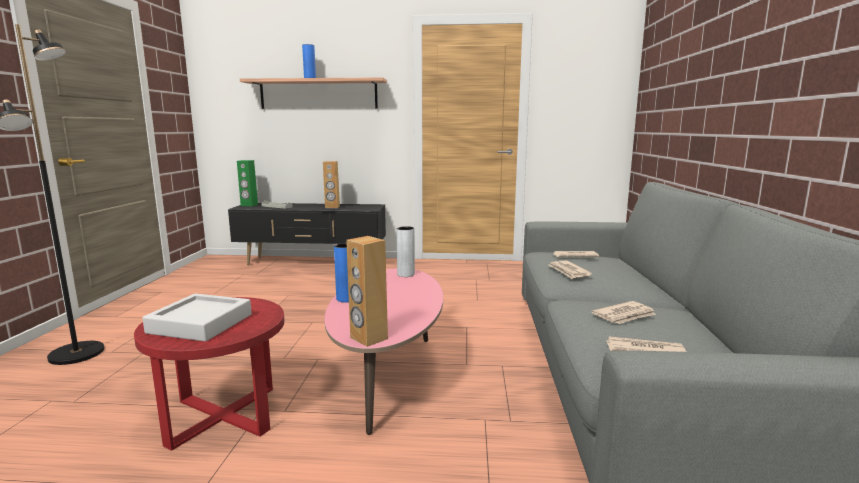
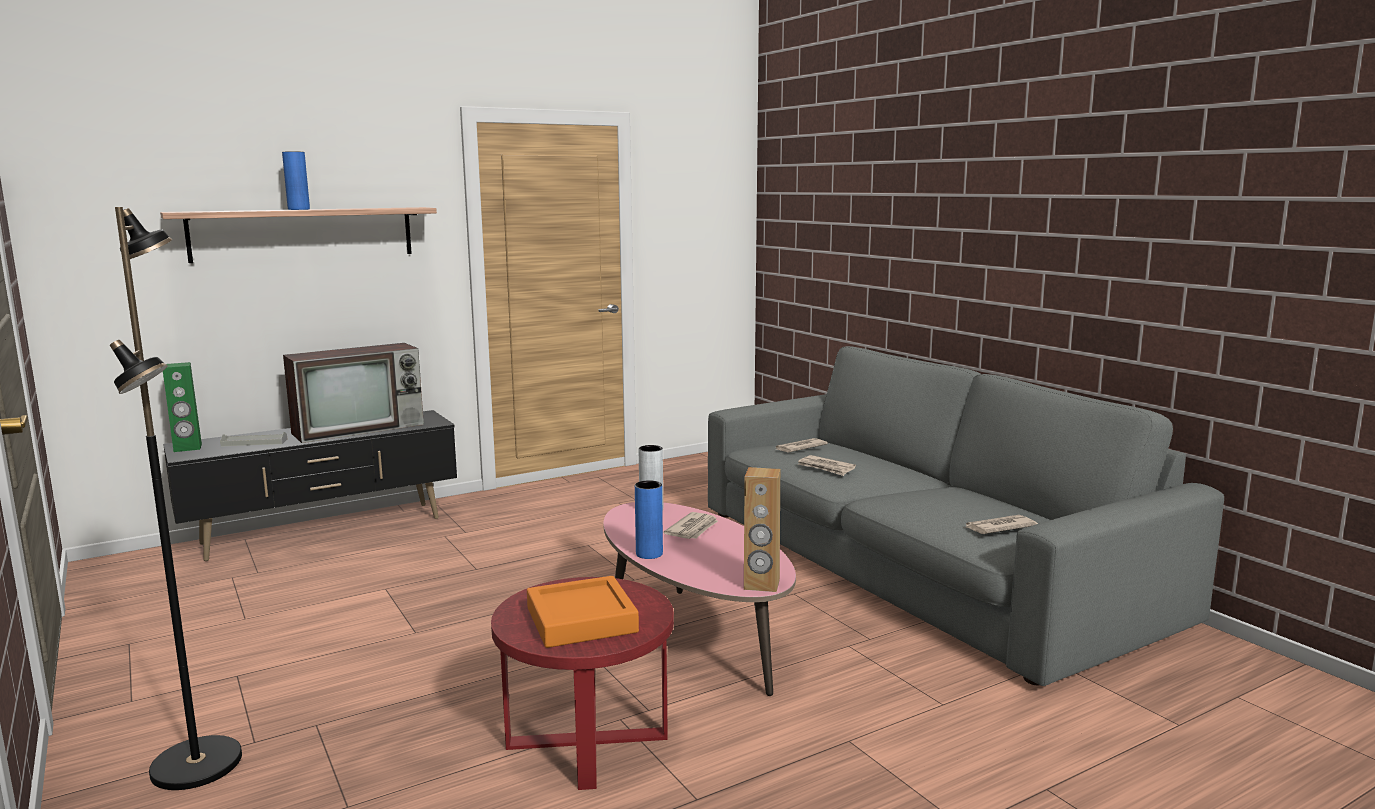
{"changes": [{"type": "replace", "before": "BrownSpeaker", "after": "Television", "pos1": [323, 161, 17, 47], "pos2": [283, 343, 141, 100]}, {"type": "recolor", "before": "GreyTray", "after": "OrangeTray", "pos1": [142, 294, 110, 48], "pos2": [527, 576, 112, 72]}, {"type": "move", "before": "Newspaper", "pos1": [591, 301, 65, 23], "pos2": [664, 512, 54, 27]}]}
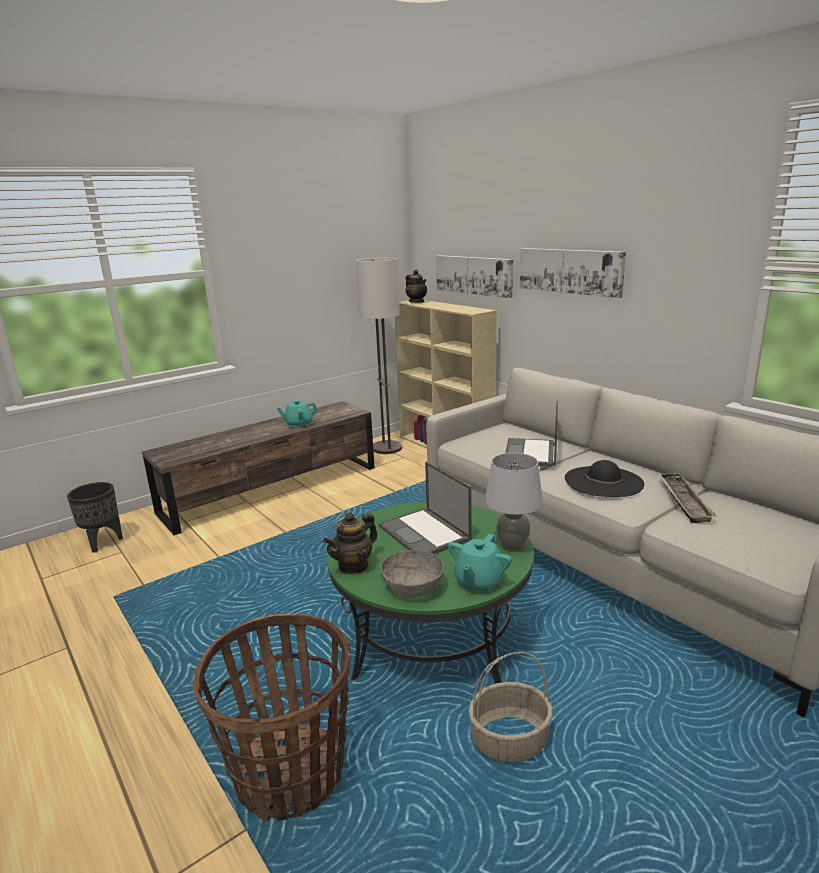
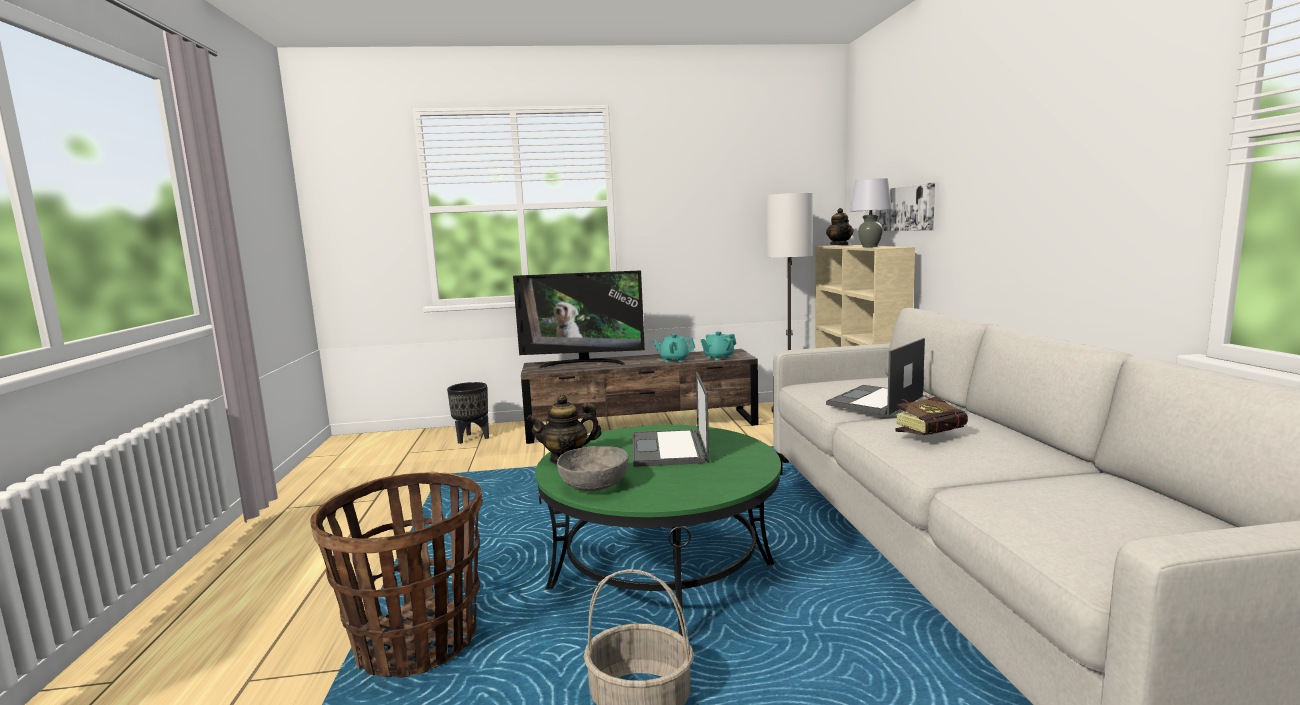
{"changes": [{"type": "delete", "before": "Picture", "pos1": [520, 248, 106, 50]}, {"type": "move", "before": "GreyTableLamp", "pos1": [485, 453, 58, 99], "pos2": [850, 178, 42, 69]}, {"type": "replace", "before": "BlackHat", "after": "Book", "pos1": [565, 460, 79, 37], "pos2": [895, 395, 73, 40]}, {"type": "delete", "before": "Tray", "pos1": [657, 473, 60, 50]}, {"type": "move", "before": "TurquoiseTeapot", "pos1": [448, 534, 64, 59], "pos2": [700, 331, 36, 29]}, {"type": "insert", "after": "Television", "pos2": [513, 270, 132, 98]}]}
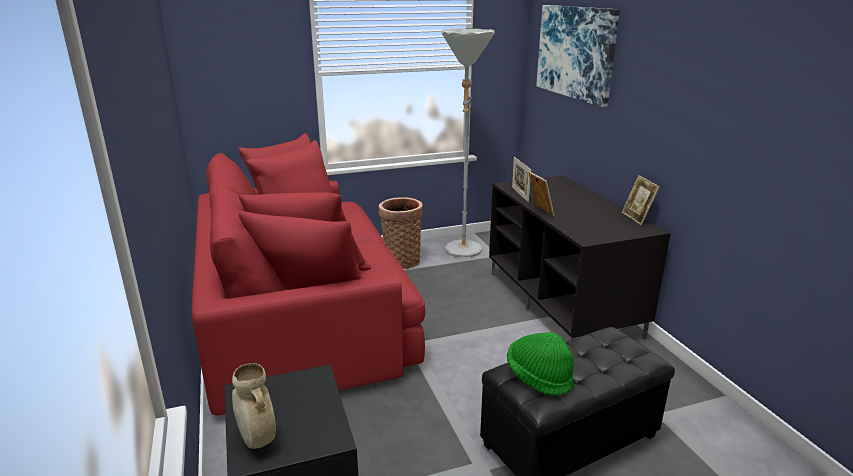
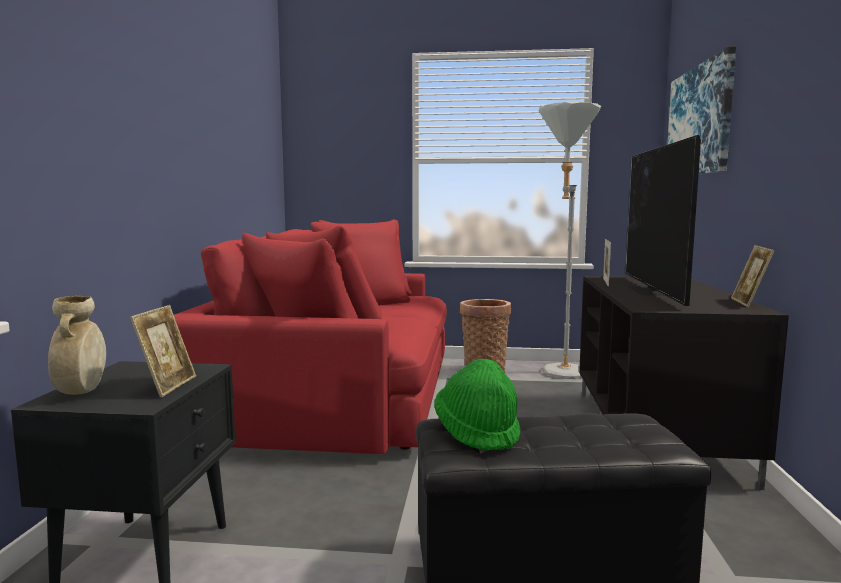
{"changes": [{"type": "move", "before": "PictureFrame", "pos1": [528, 172, 27, 45], "pos2": [130, 305, 66, 93]}, {"type": "insert", "after": "Television", "pos2": [625, 135, 76, 171]}]}
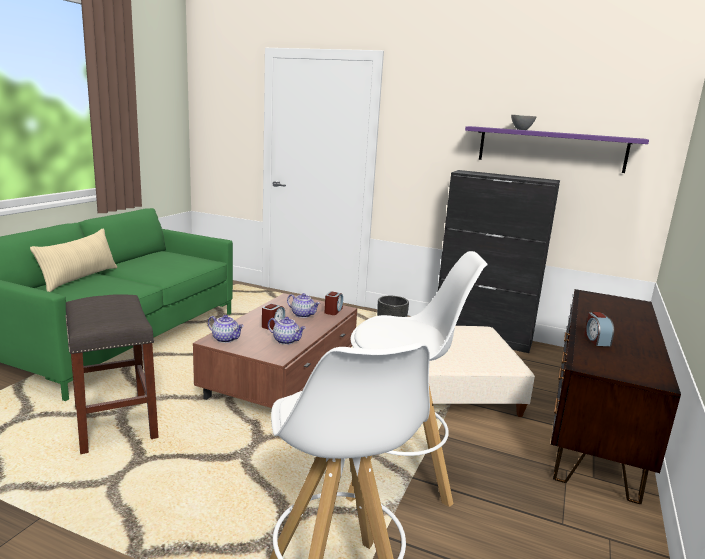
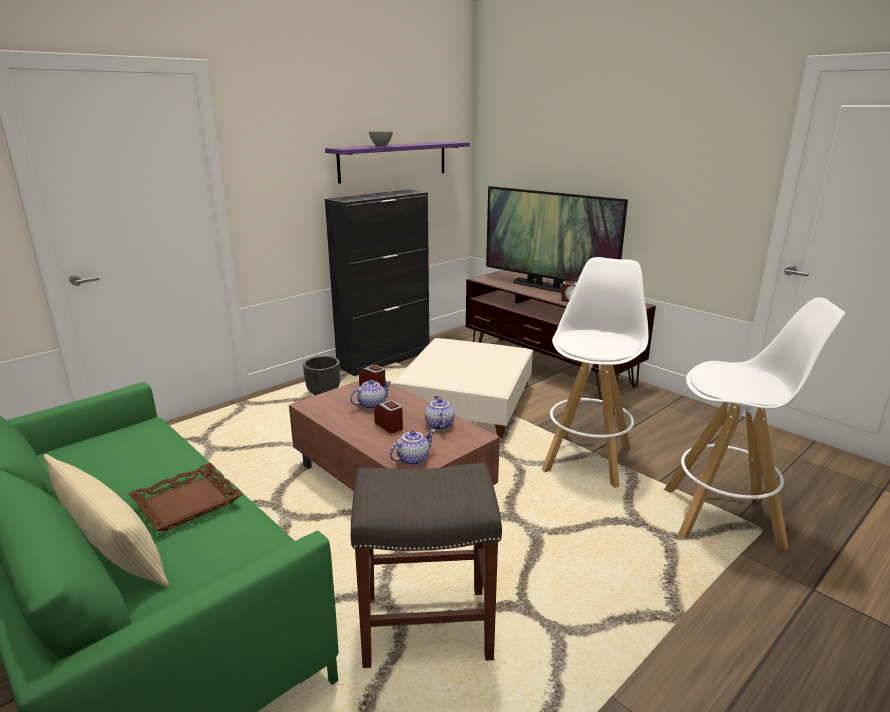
{"changes": [{"type": "rotate", "before": "Teapot", "pos1": [268, 317, 38, 28], "pos2": [425, 395, 30, 35], "turn": -60}, {"type": "insert", "after": "Television", "pos2": [486, 186, 142, 107]}, {"type": "insert", "after": "BrownTray", "pos2": [128, 463, 115, 68]}]}
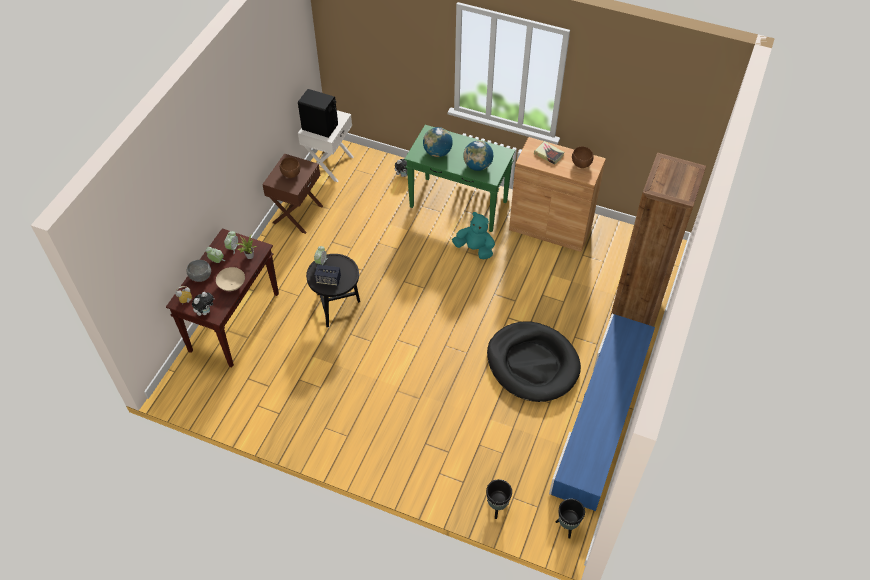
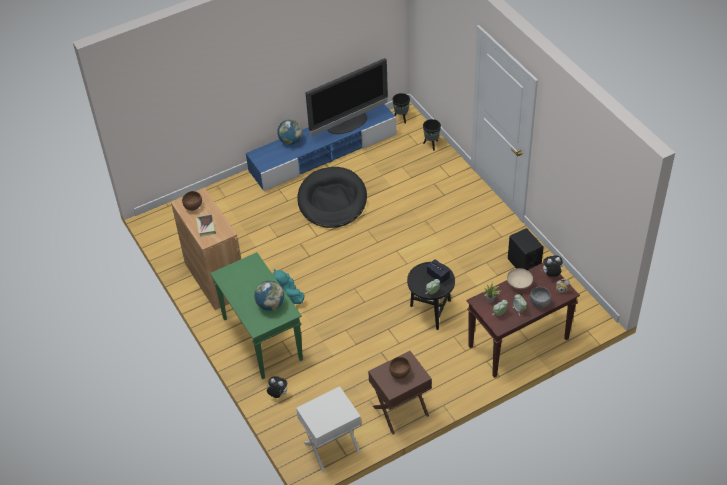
{"changes": [{"type": "move", "before": "BlackSpeaker", "pos1": [298, 89, 40, 49], "pos2": [508, 228, 36, 42]}, {"type": "move", "before": "Globe", "pos1": [463, 140, 30, 31], "pos2": [277, 119, 26, 26]}, {"type": "delete", "before": "BrownBookcase", "pos1": [610, 153, 96, 174]}, {"type": "insert", "after": "Television", "pos2": [305, 58, 83, 79]}]}
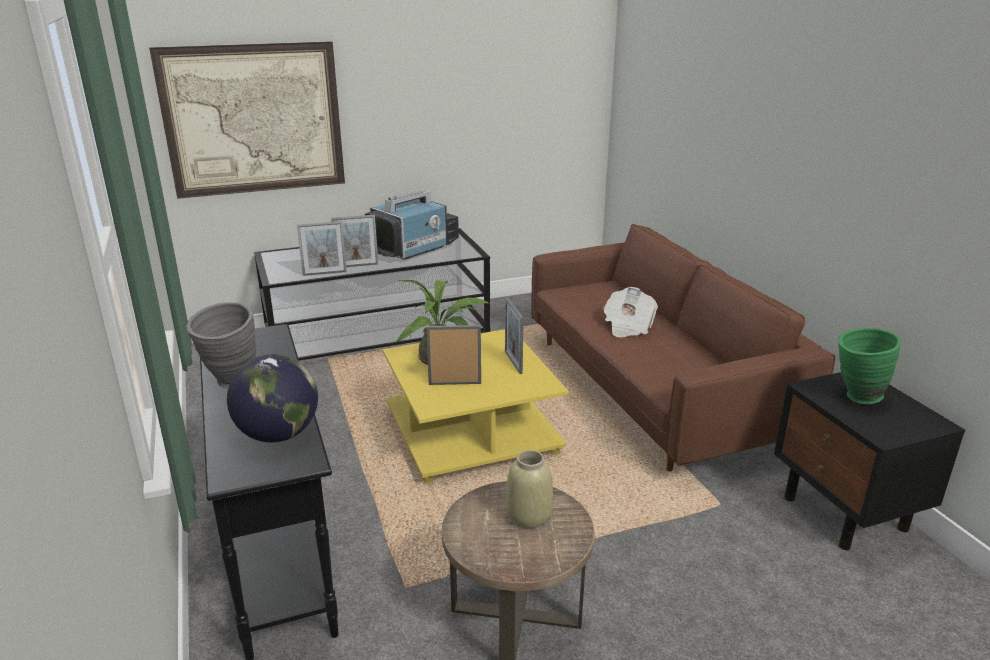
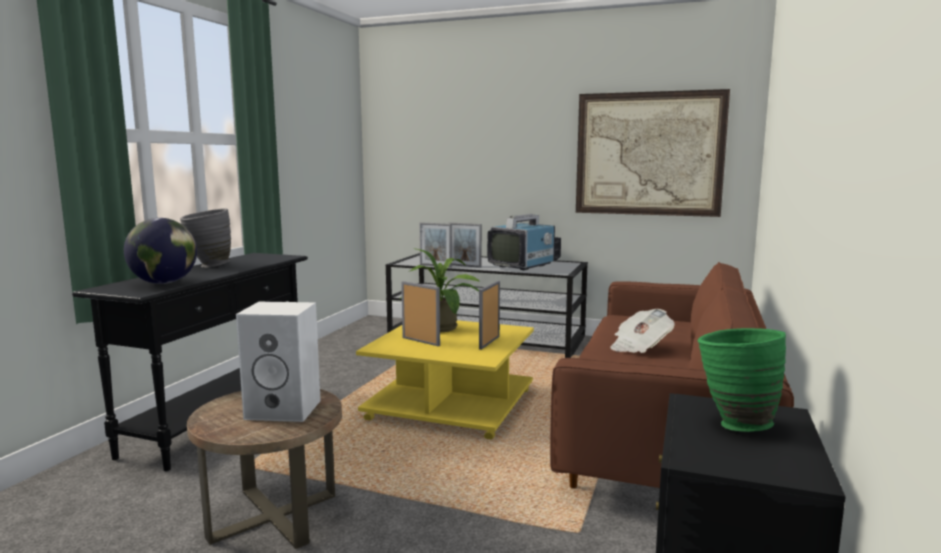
{"changes": [{"type": "move", "before": "Picture", "pos1": [149, 41, 196, 158], "pos2": [576, 89, 154, 128]}, {"type": "rotate", "before": "Television", "pos1": [365, 190, 94, 70], "pos2": [487, 214, 74, 56], "turn": -45}, {"type": "replace", "before": "BeigeVase", "after": "WhiteSpeaker", "pos1": [506, 450, 47, 79], "pos2": [236, 301, 85, 121]}]}
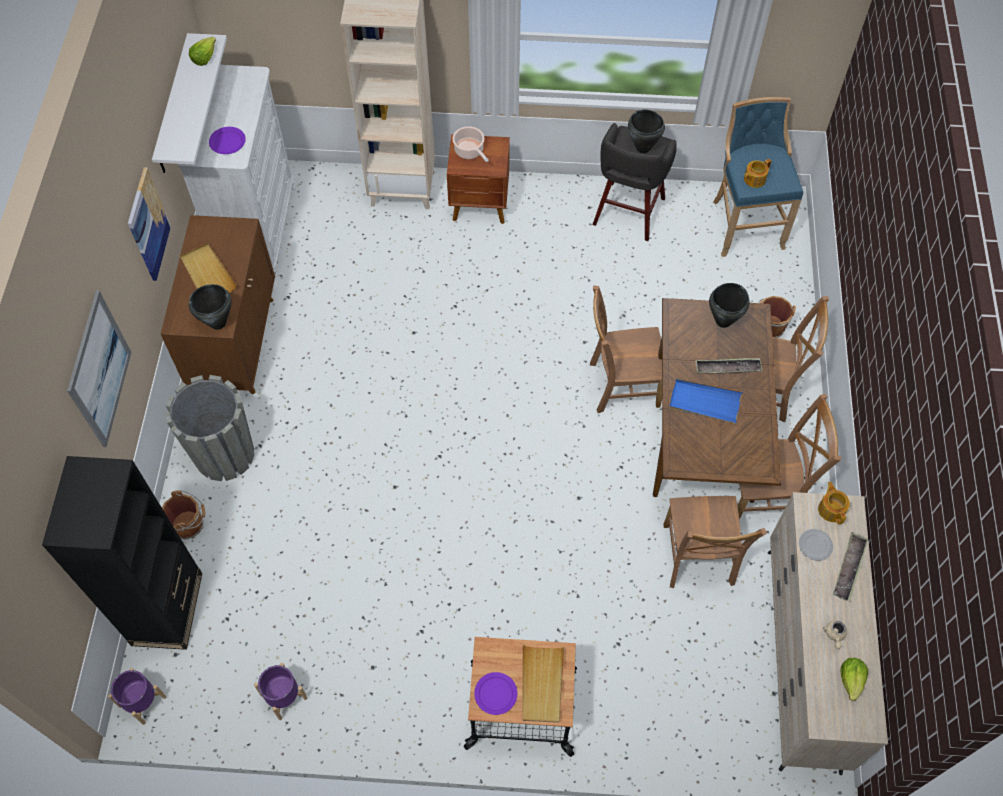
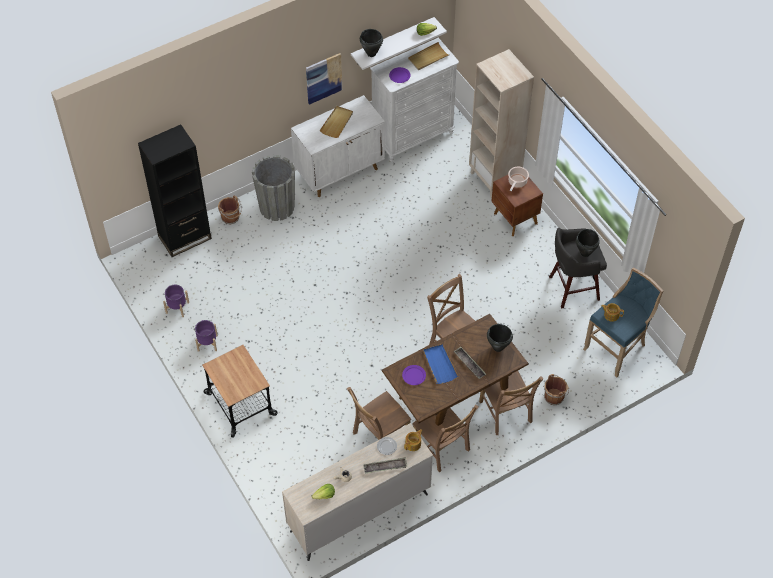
{"changes": [{"type": "recolor", "before": "BrownCabinet", "after": "WhiteCabinet", "pos1": [161, 215, 114, 179], "pos2": [291, 95, 94, 102]}, {"type": "move", "before": "BlackCookingPot", "pos1": [189, 284, 43, 46], "pos2": [360, 29, 23, 28]}, {"type": "delete", "before": "Picture", "pos1": [67, 290, 64, 157]}, {"type": "move", "before": "BeigeTray", "pos1": [522, 645, 42, 78], "pos2": [408, 42, 41, 28]}, {"type": "move", "before": "PurplePlanter", "pos1": [108, 668, 58, 57], "pos2": [195, 320, 23, 32]}, {"type": "move", "before": "PurplePlate", "pos1": [474, 672, 43, 43], "pos2": [402, 365, 24, 20]}]}
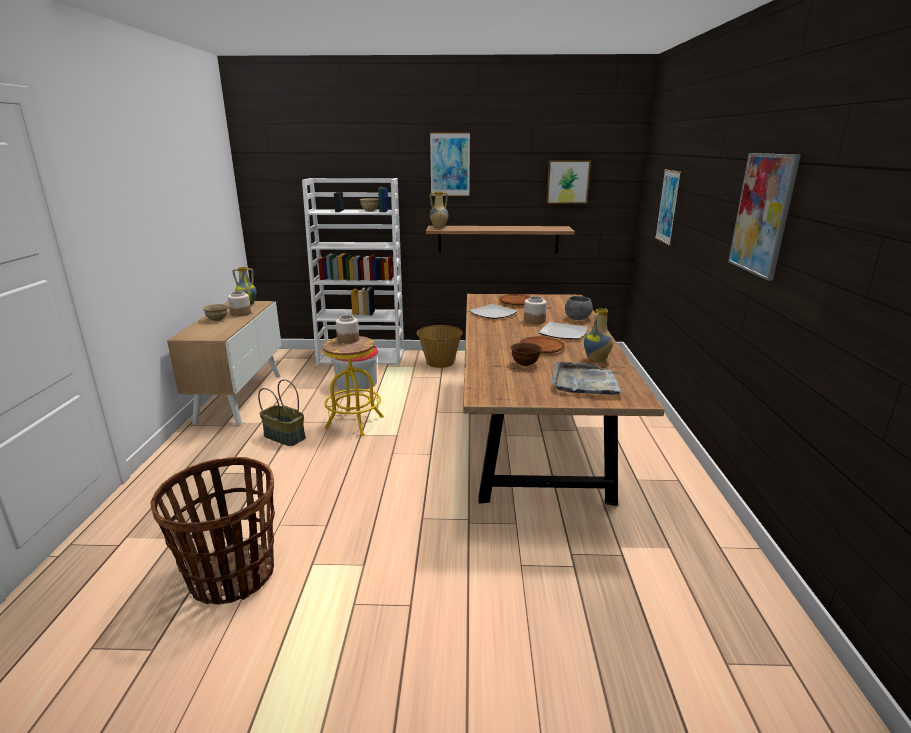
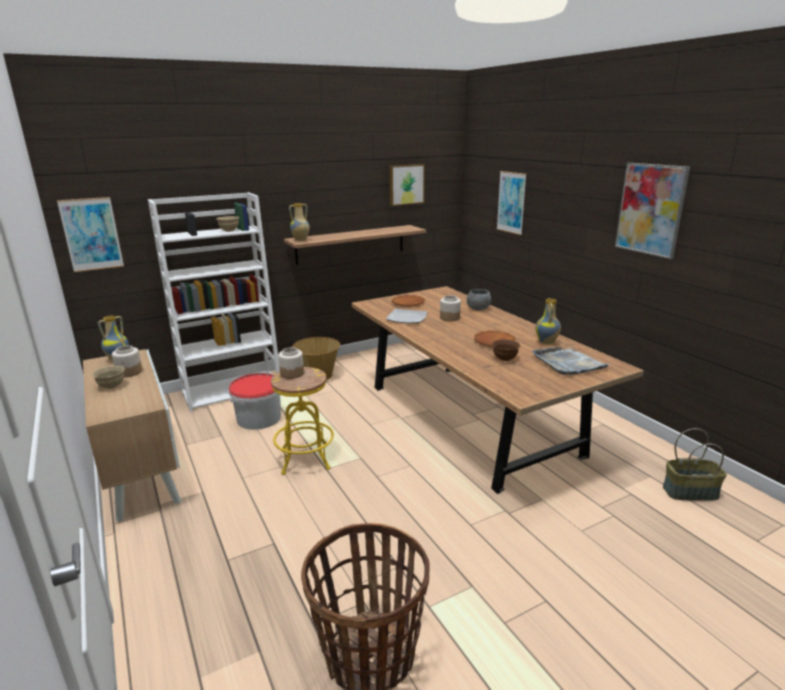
{"changes": [{"type": "move", "before": "Picture", "pos1": [430, 133, 40, 63], "pos2": [57, 197, 67, 75]}, {"type": "delete", "before": "Plate", "pos1": [539, 322, 49, 17]}, {"type": "move", "before": "Basket", "pos1": [258, 379, 48, 67], "pos2": [663, 428, 64, 73]}]}
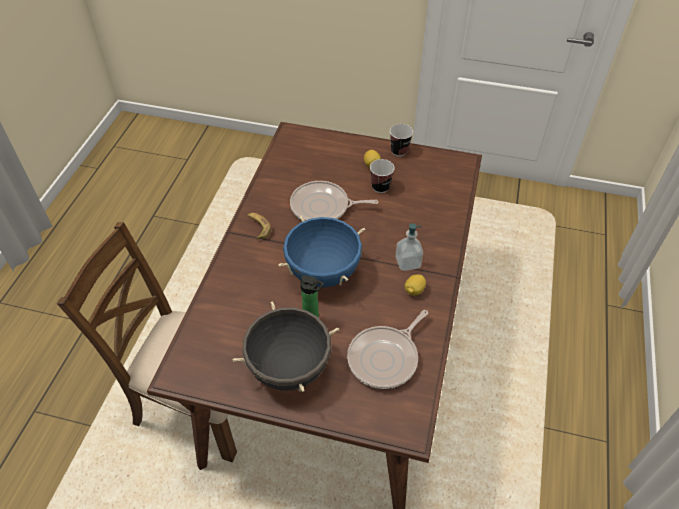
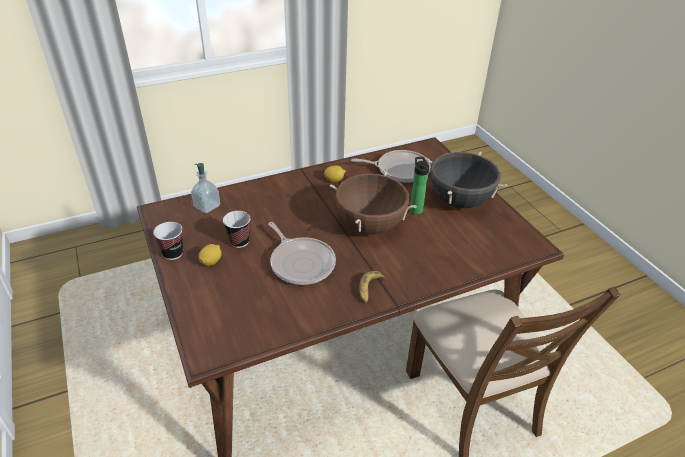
{"changes": [{"type": "recolor", "before": "BlueCookingPot", "after": "BrownCookingPot", "pos1": [279, 215, 86, 72], "pos2": [330, 172, 87, 62]}, {"type": "move", "before": "SoapDispenser", "pos1": [395, 223, 28, 48], "pos2": [191, 163, 29, 50]}]}
